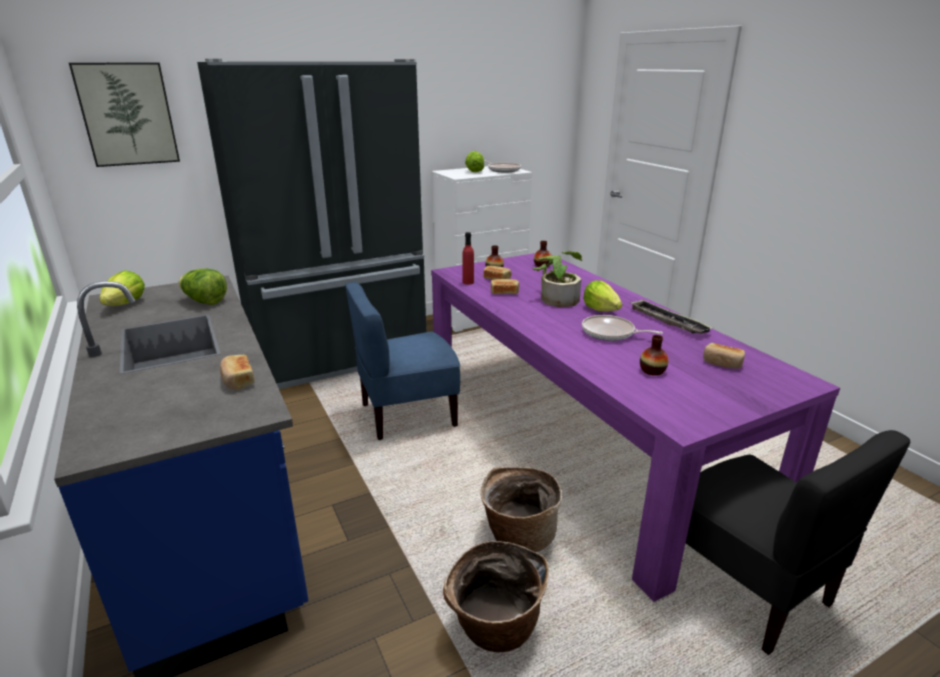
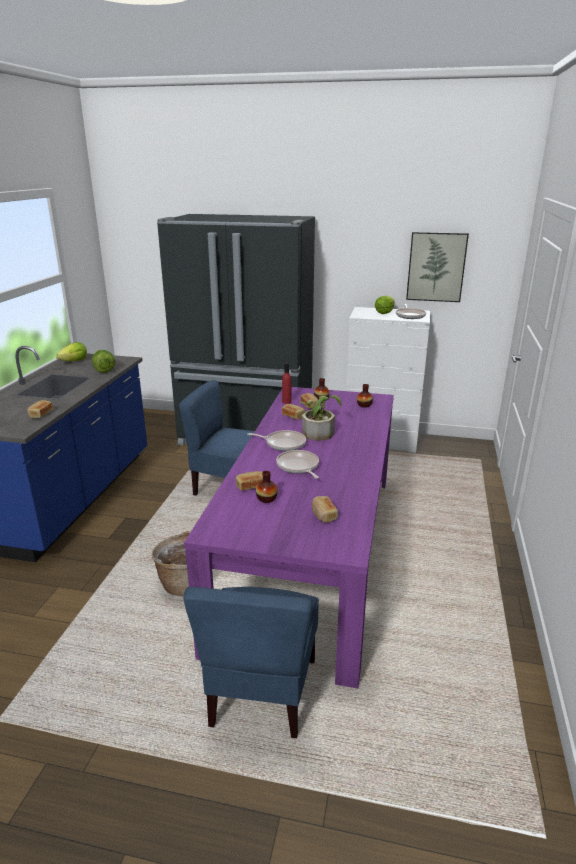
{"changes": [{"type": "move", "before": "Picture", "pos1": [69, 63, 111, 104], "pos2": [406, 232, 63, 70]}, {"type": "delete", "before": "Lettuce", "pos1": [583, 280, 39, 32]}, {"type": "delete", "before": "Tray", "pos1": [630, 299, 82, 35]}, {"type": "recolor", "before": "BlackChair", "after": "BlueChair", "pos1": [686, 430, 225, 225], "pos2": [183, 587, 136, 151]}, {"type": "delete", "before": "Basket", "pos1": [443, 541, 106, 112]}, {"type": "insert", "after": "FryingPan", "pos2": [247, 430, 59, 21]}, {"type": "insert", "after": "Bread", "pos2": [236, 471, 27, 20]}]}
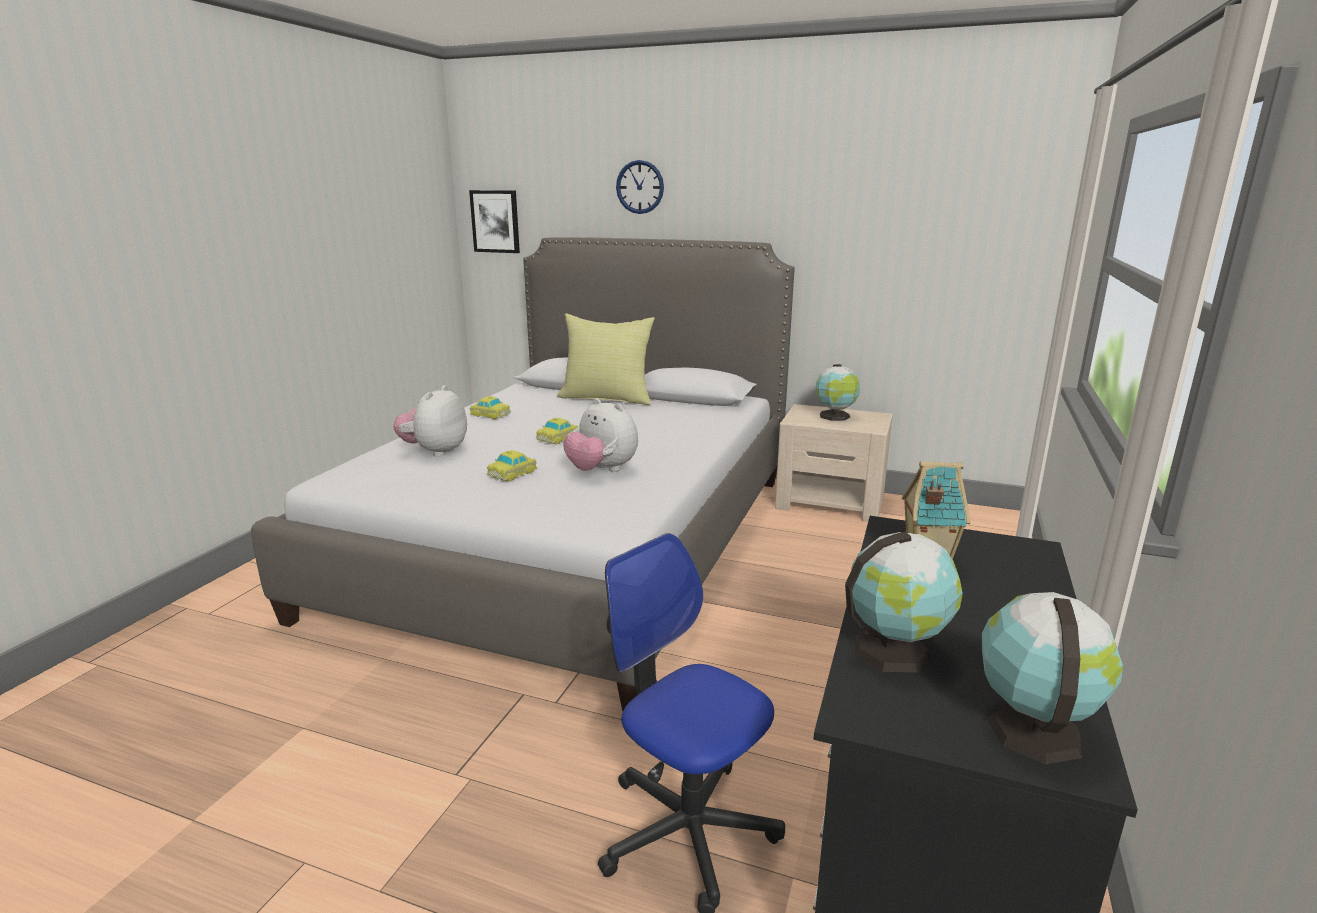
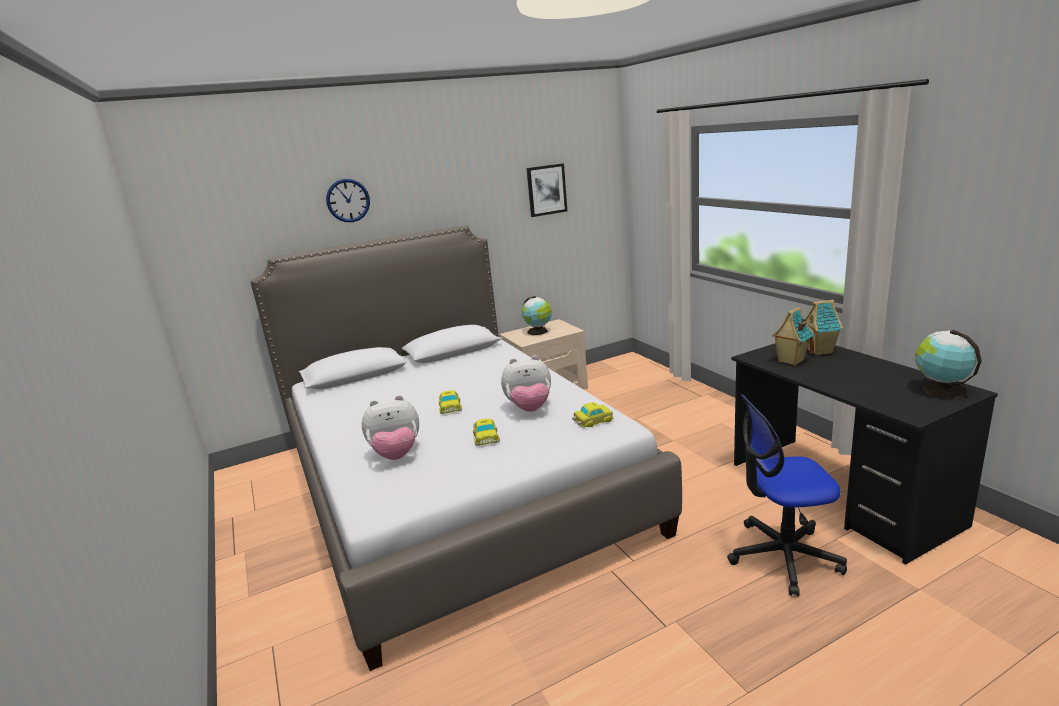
{"changes": [{"type": "move", "before": "Picture", "pos1": [469, 190, 51, 63], "pos2": [527, 163, 40, 54]}, {"type": "delete", "before": "YellowPillow", "pos1": [557, 313, 98, 92]}, {"type": "rotate", "before": "PlushToy", "pos1": [393, 385, 74, 72], "pos2": [362, 395, 57, 65], "turn": -75}, {"type": "move", "before": "ToyCar", "pos1": [470, 396, 41, 23], "pos2": [572, 402, 42, 26]}, {"type": "delete", "before": "Globe", "pos1": [845, 531, 118, 142]}, {"type": "insert", "after": "ToyHouse", "pos2": [805, 300, 38, 55]}]}
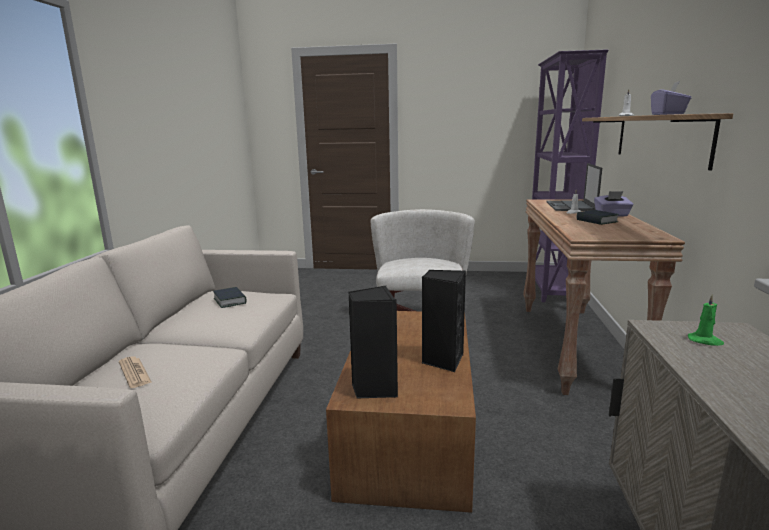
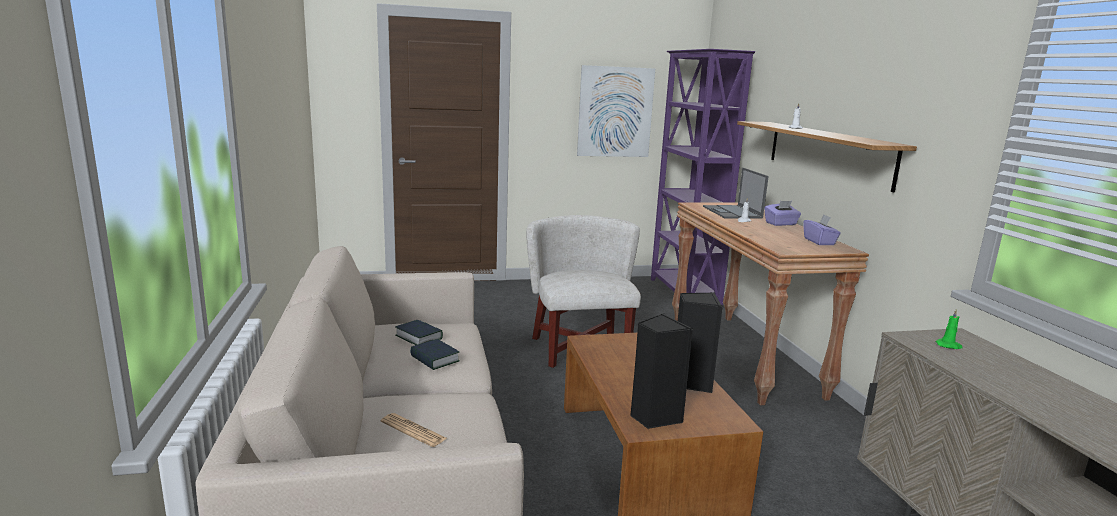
{"changes": [{"type": "move", "before": "PurpleTissueBox", "pos1": [651, 81, 41, 34], "pos2": [804, 215, 37, 30]}, {"type": "move", "before": "Book", "pos1": [577, 210, 42, 15], "pos2": [410, 339, 50, 31]}, {"type": "insert", "after": "Picture", "pos2": [577, 65, 78, 92]}]}
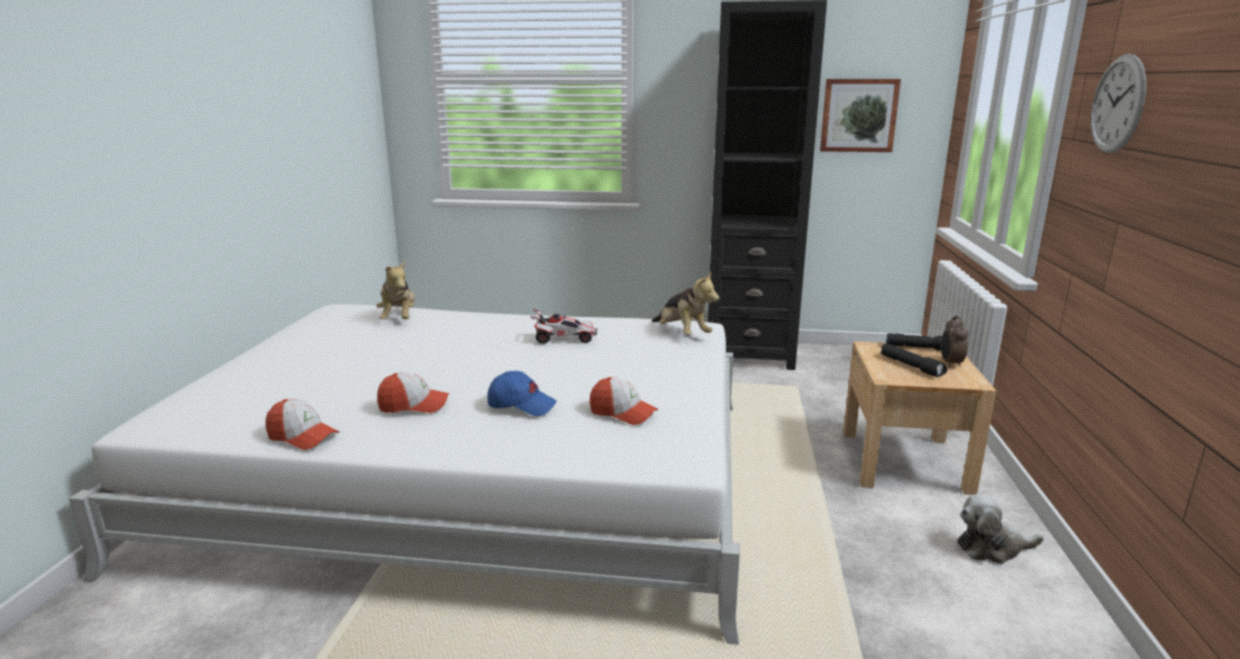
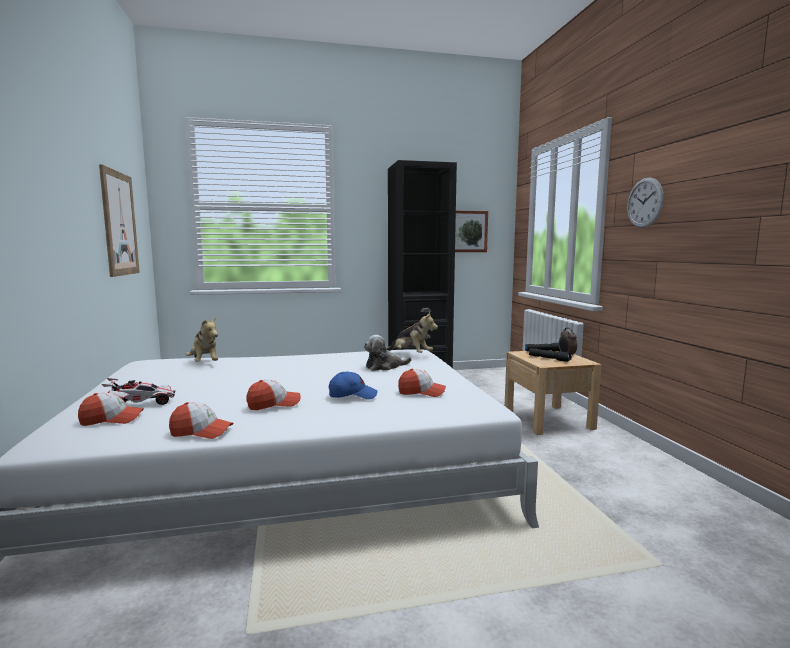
{"changes": [{"type": "move", "before": "ToyCar", "pos1": [530, 309, 67, 35], "pos2": [102, 378, 73, 27]}, {"type": "move", "before": "PlushToy", "pos1": [957, 494, 86, 70], "pos2": [364, 335, 48, 36]}, {"type": "insert", "after": "Picture", "pos2": [99, 164, 41, 113]}, {"type": "insert", "after": "Cap", "pos2": [78, 393, 66, 33]}]}
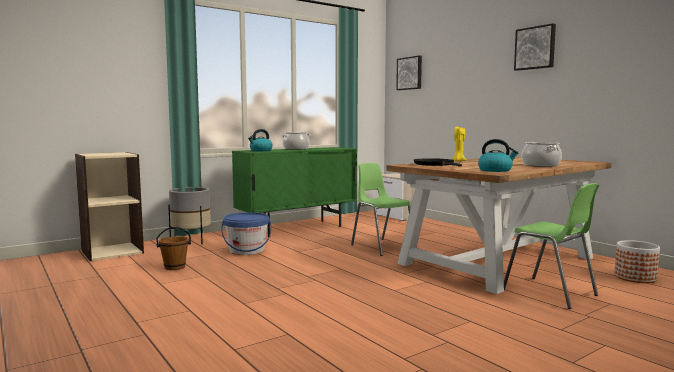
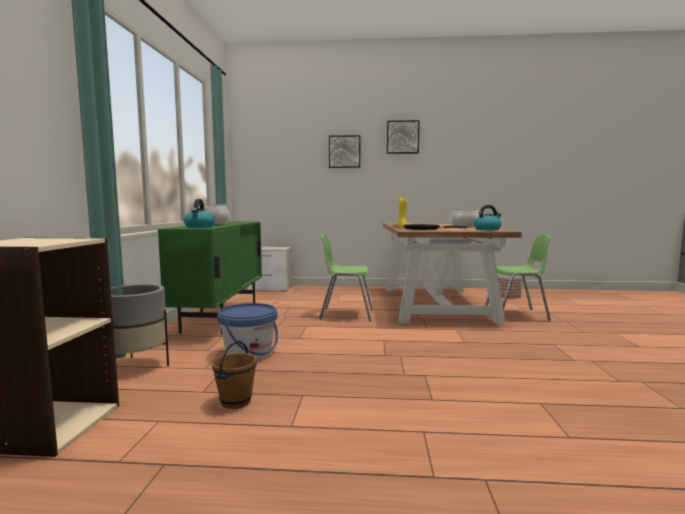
{"changes": [{"type": "move", "before": "Picture", "pos1": [396, 56, 26, 34], "pos2": [329, 135, 31, 33]}]}
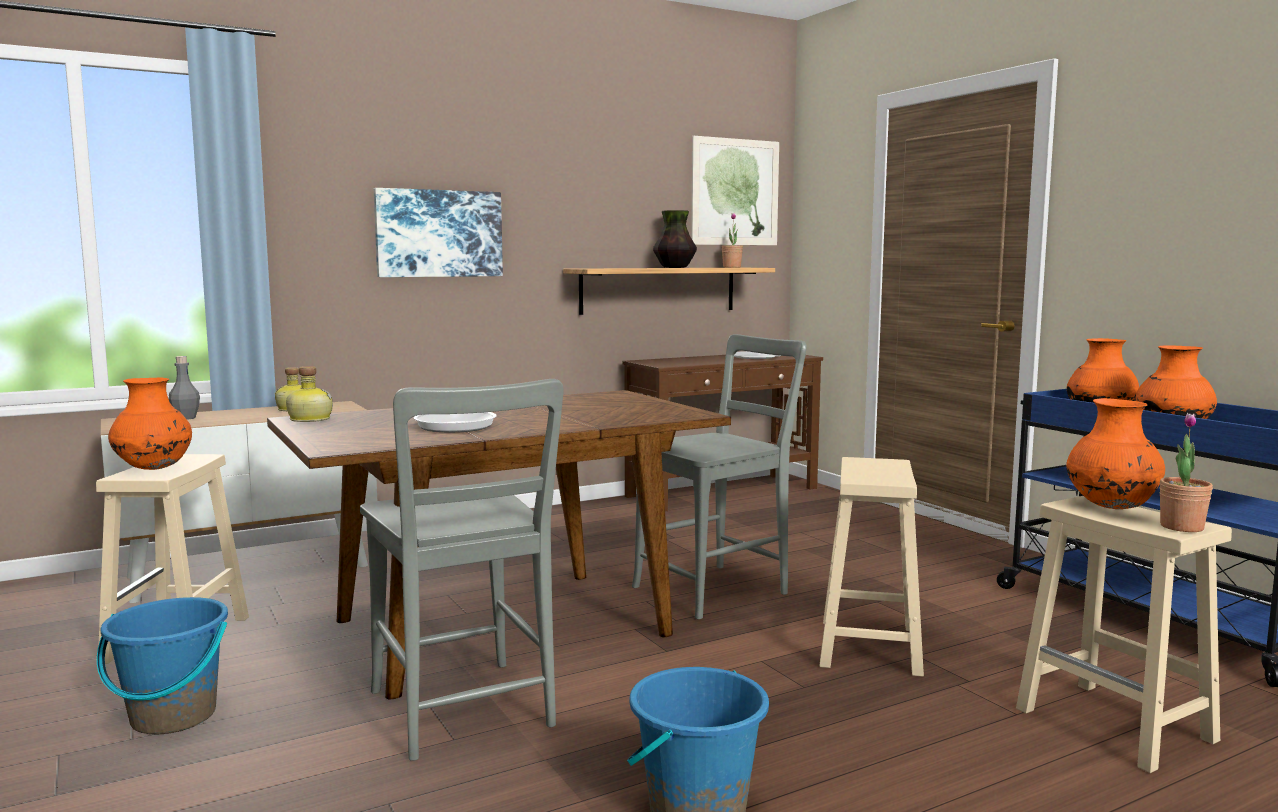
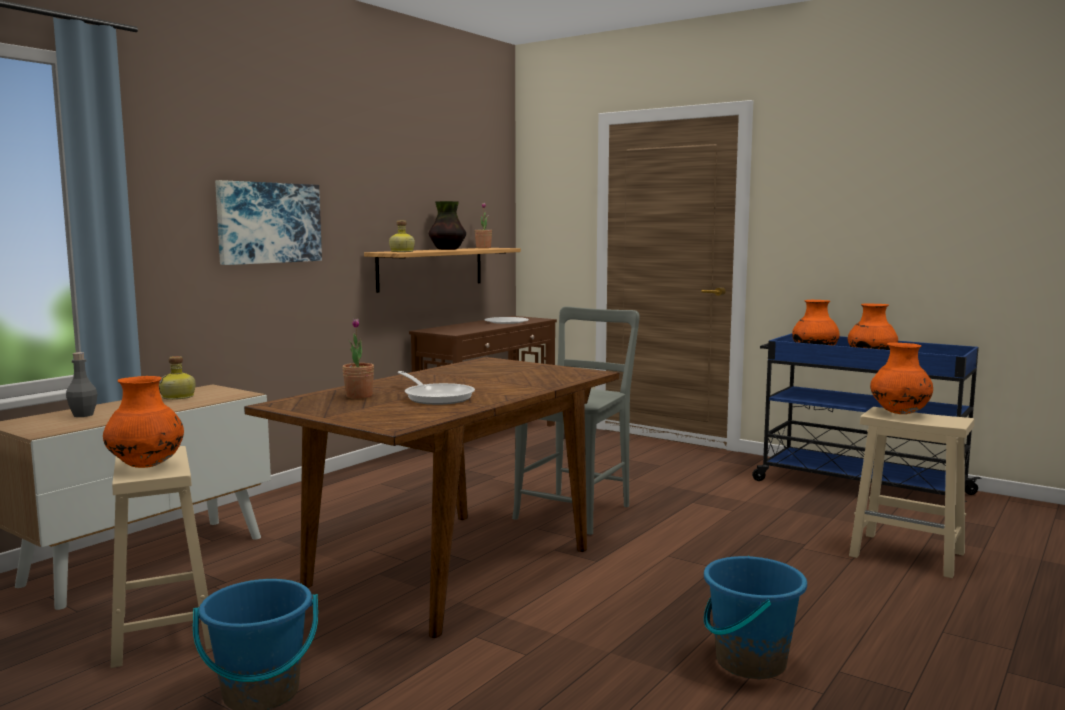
{"changes": [{"type": "delete", "before": "Picture", "pos1": [691, 136, 88, 109]}, {"type": "move", "before": "Bottle", "pos1": [286, 366, 47, 56], "pos2": [389, 221, 26, 31]}, {"type": "delete", "before": "GreyChair", "pos1": [360, 379, 204, 382]}, {"type": "move", "before": "PottedPlant", "pos1": [1159, 413, 54, 119], "pos2": [342, 318, 32, 81]}, {"type": "delete", "before": "BeigeStool", "pos1": [820, 457, 104, 220]}]}
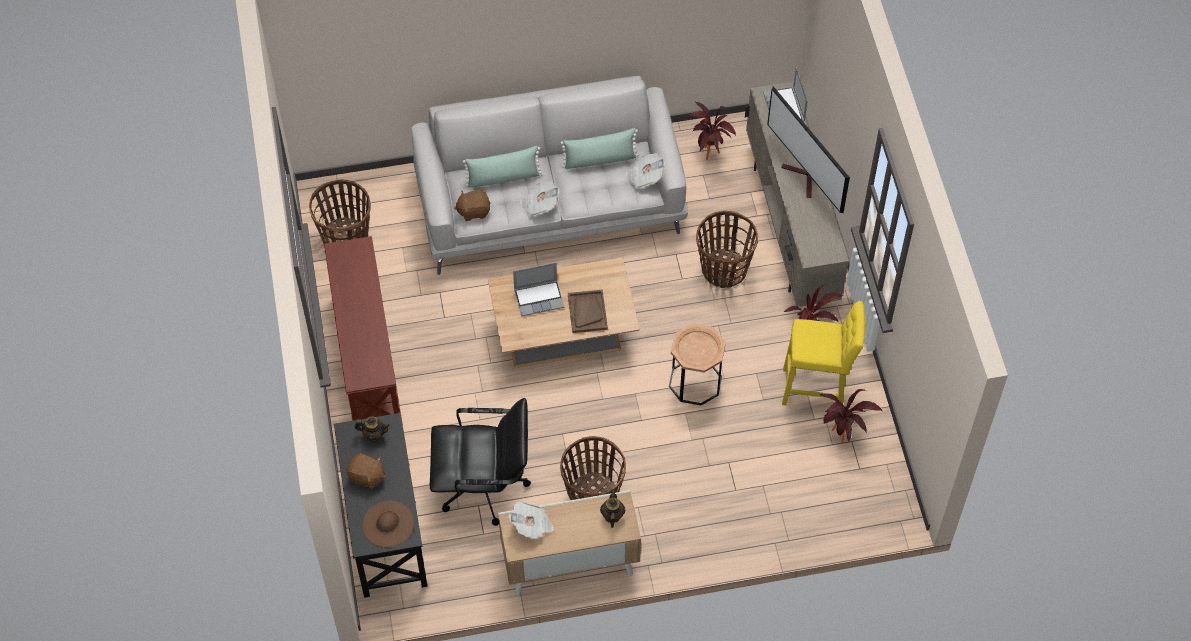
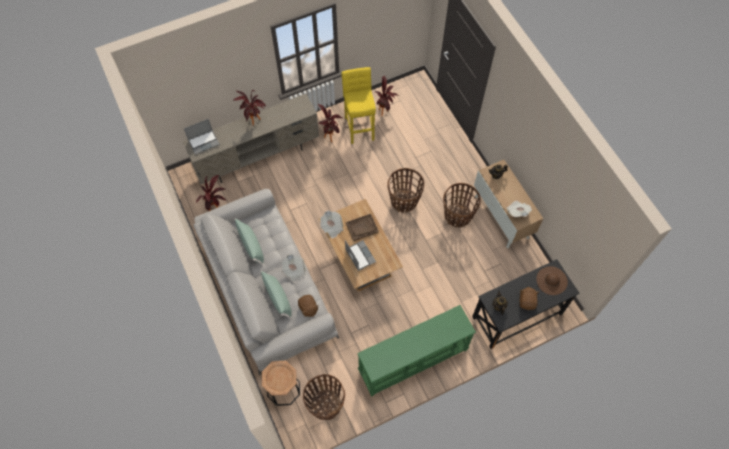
{"changes": [{"type": "replace", "before": "Television", "after": "PottedPlant", "pos1": [767, 86, 83, 127], "pos2": [234, 90, 32, 36]}, {"type": "move", "before": "Newspaper", "pos1": [625, 153, 41, 36], "pos2": [320, 210, 24, 29]}, {"type": "move", "before": "Basket", "pos1": [696, 211, 62, 77], "pos2": [387, 168, 38, 45]}, {"type": "recolor", "before": "BrownConsoleTable", "after": "GreenConsoleTable", "pos1": [324, 236, 79, 188], "pos2": [357, 305, 119, 92]}, {"type": "move", "before": "BrownSideTable", "pos1": [669, 323, 57, 82], "pos2": [262, 361, 38, 45]}, {"type": "delete", "before": "BlackOfficeChair", "pos1": [430, 398, 101, 128]}]}
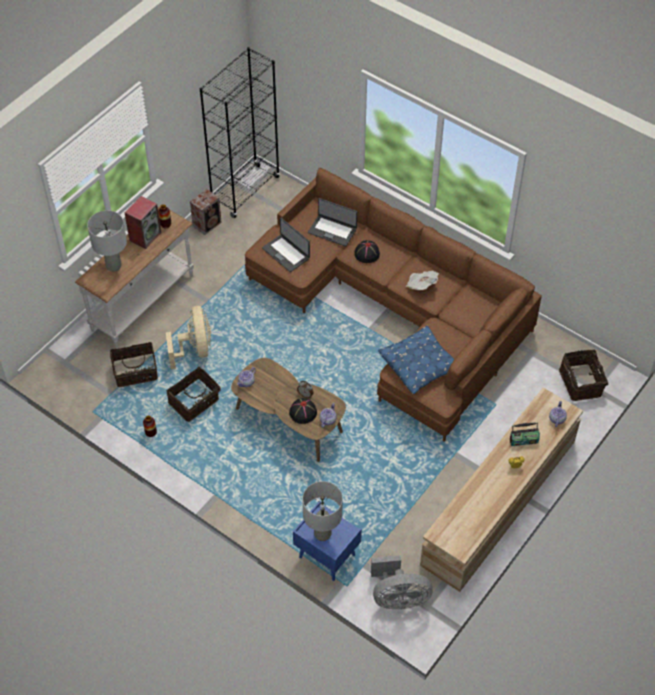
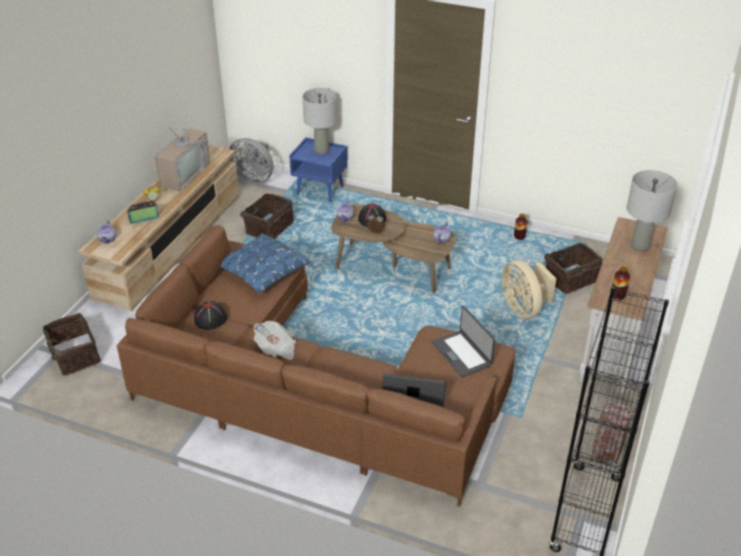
{"changes": [{"type": "delete", "before": "Speaker", "pos1": [125, 196, 36, 53]}, {"type": "rotate", "before": "Laptop", "pos1": [262, 218, 48, 54], "pos2": [432, 305, 63, 72], "turn": -150}, {"type": "move", "before": "BlackHat", "pos1": [354, 240, 26, 23], "pos2": [194, 301, 33, 29]}, {"type": "move", "before": "Basket", "pos1": [167, 367, 54, 55], "pos2": [240, 194, 54, 45]}, {"type": "rotate", "before": "GreyFan", "pos1": [371, 555, 62, 54], "pos2": [228, 138, 45, 47], "turn": -135}, {"type": "insert", "after": "Television", "pos2": [155, 111, 55, 80]}]}
